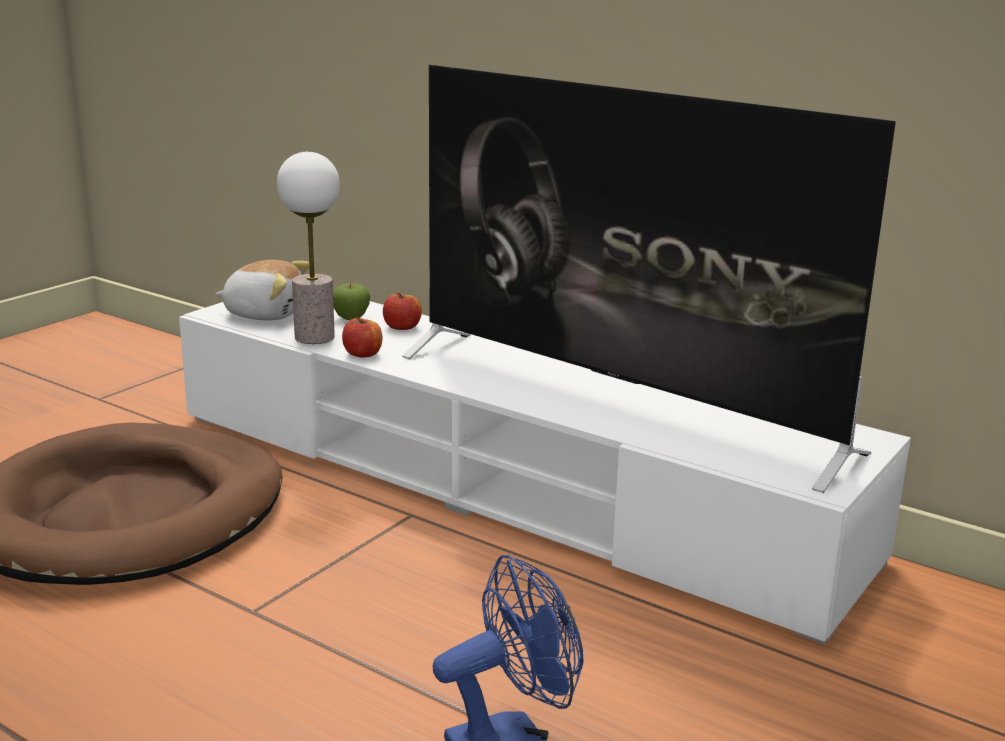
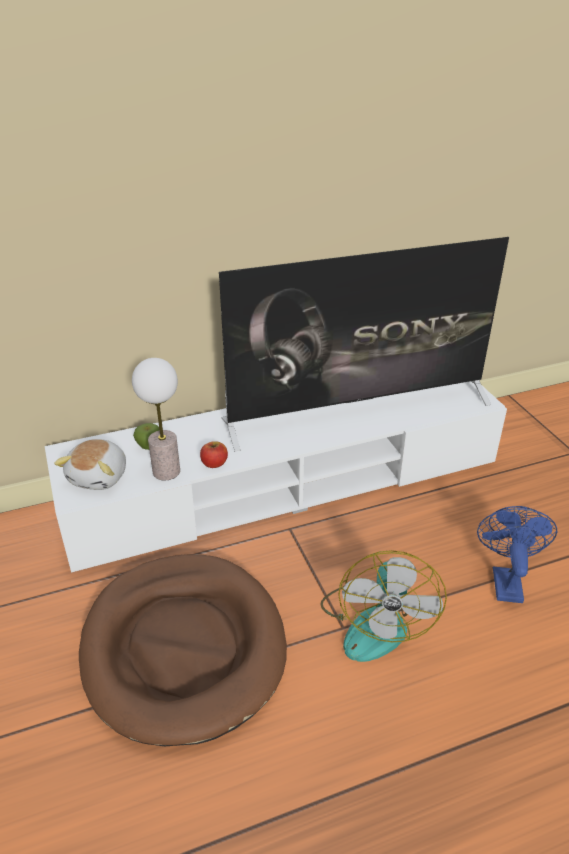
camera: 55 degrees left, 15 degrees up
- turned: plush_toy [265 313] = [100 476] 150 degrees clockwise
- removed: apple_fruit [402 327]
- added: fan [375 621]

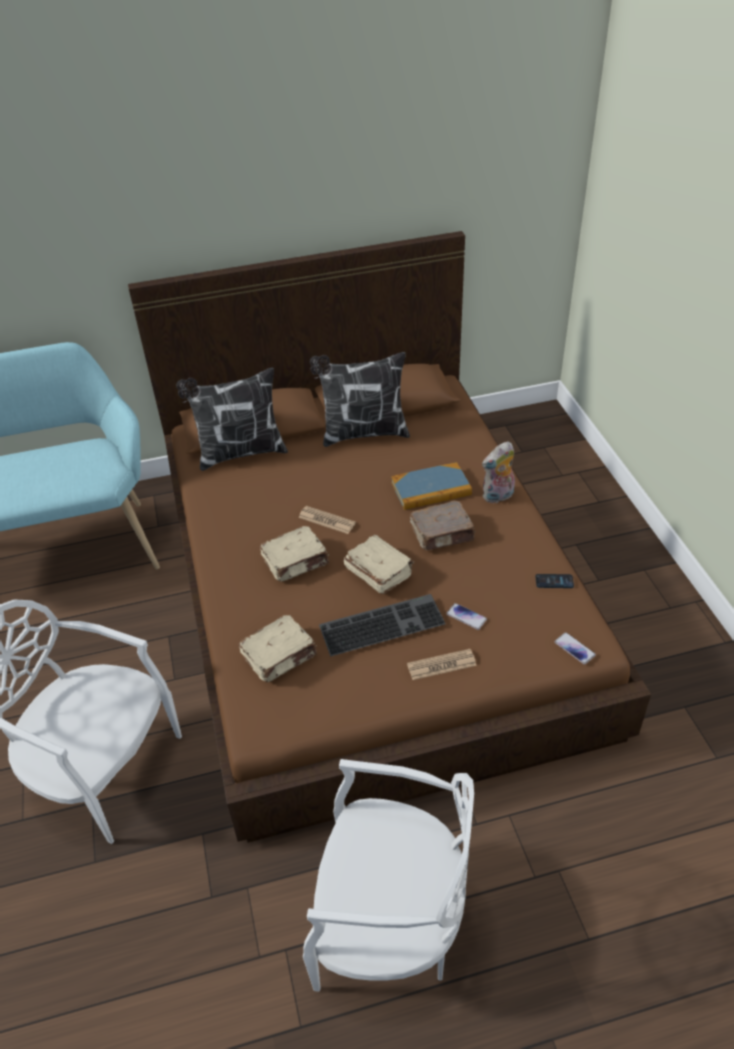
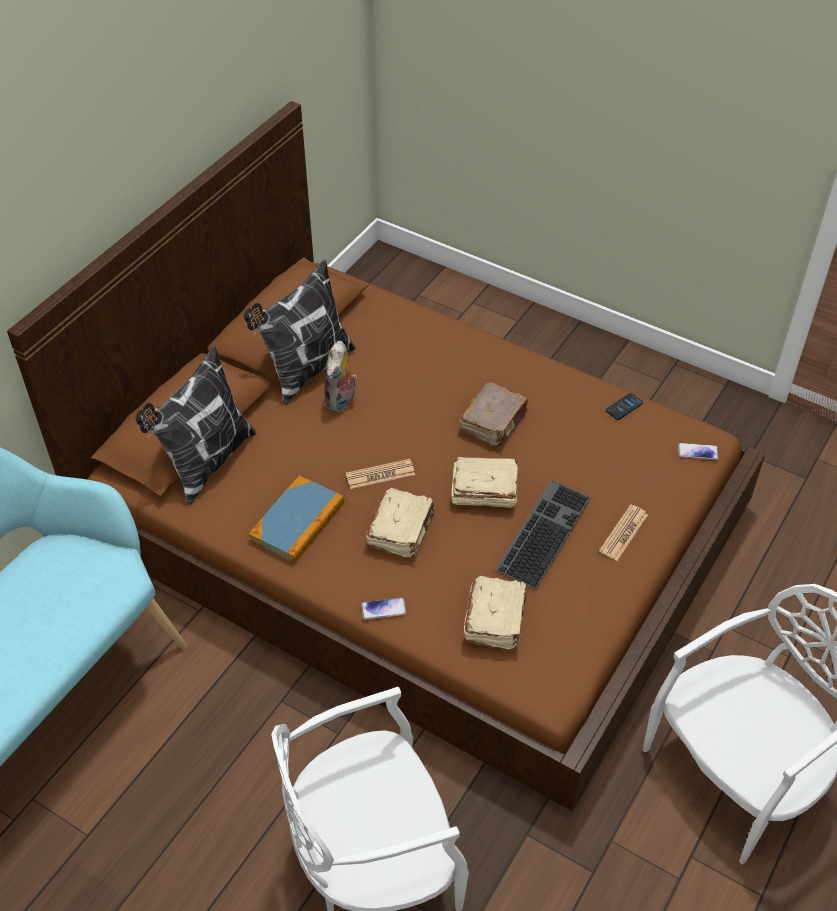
camera: 45 degrees left, 5 degrees up
- moved: plush_toy [498 496] to [341 401]
- moved: bound_book [431 489] to [297 522]
- moved: handset [466 617] to [383 609]

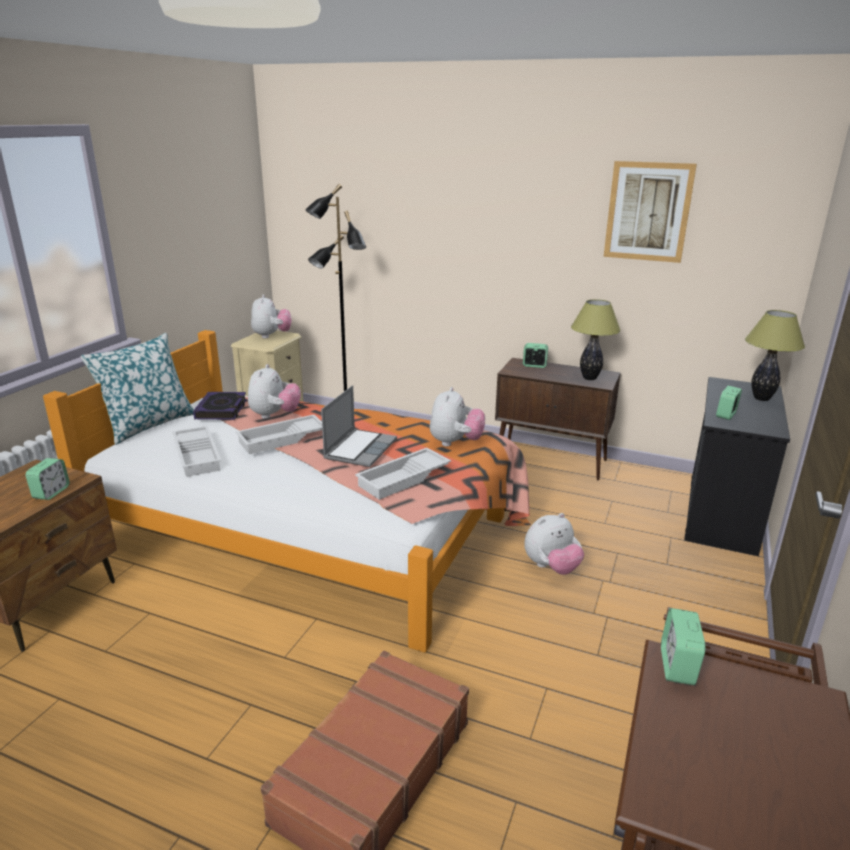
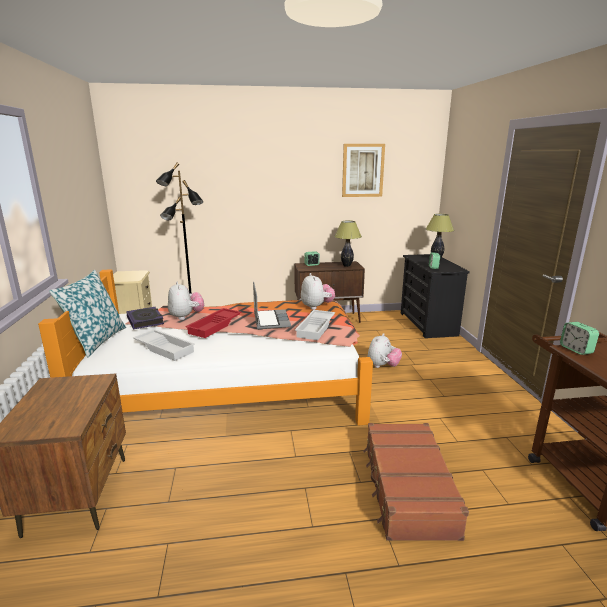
camera: 30 degrees left, 5 degrees down
- removed: plush_toy [271 336]
- recoloured: whitish_serving_tray [282 439] to red_serving_tray [215 326]
- removed: table_clock [51 492]

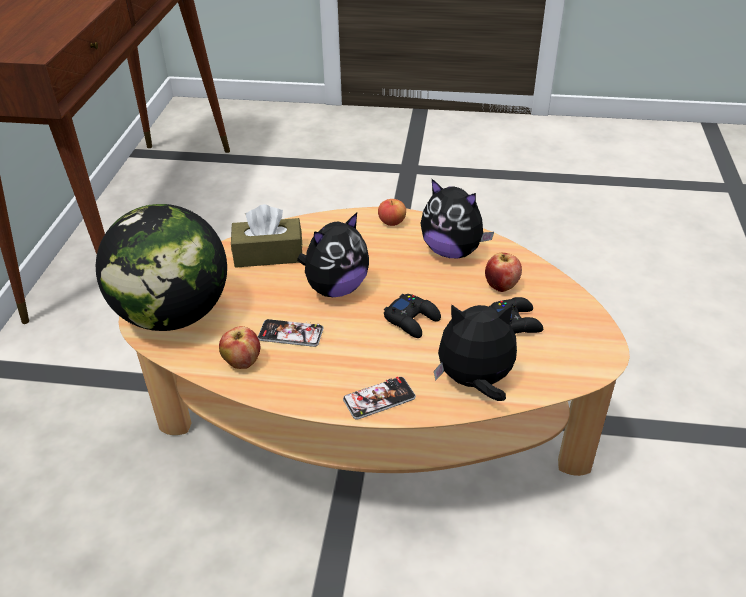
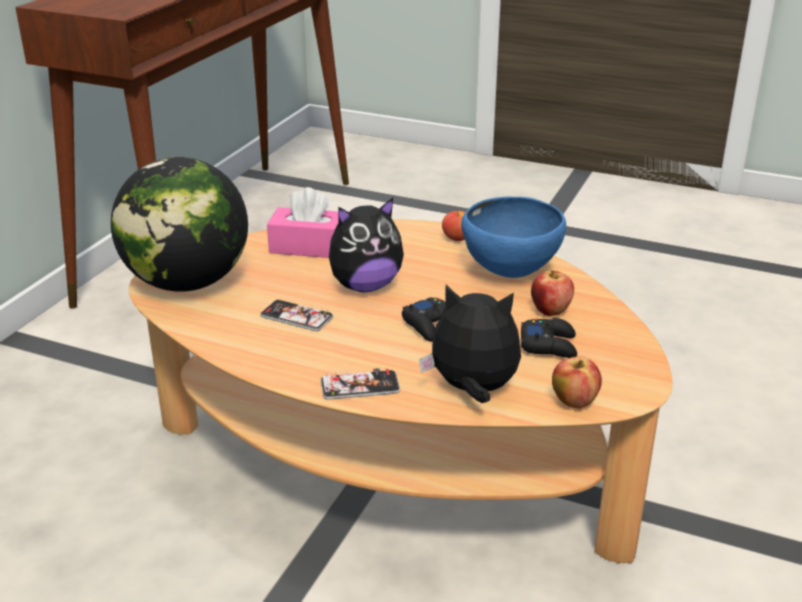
camera: 15 degrees right, 10 degrees down
- replaced: plush_toy [452 251] to blue-coloured_serving_bowl [511 272]
- recoloured: brownish_box_of_tissues [268 254] to pinkish_box_of_tissues [310 247]
- moved: apple_fruit [242 362] to [574 402]

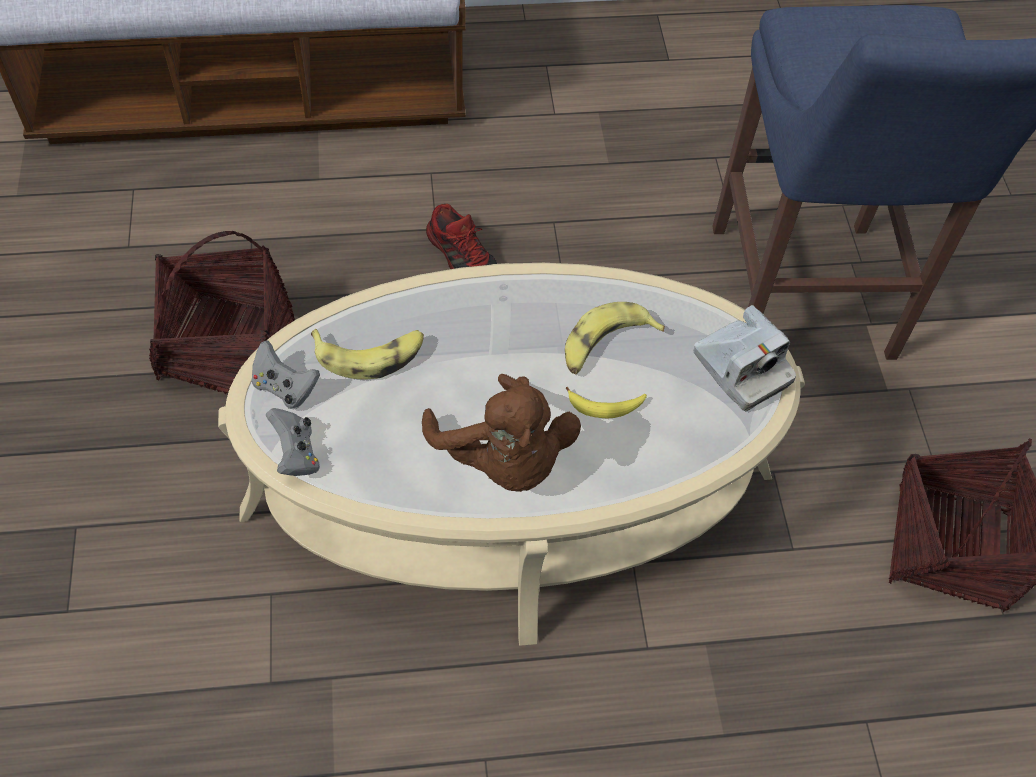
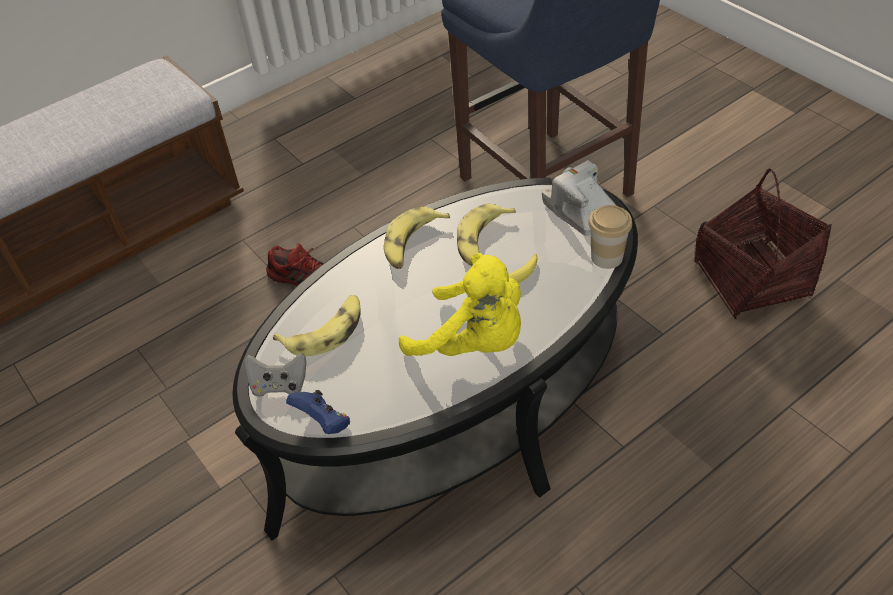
camera: 25 degrees left, 10 degrees down
- removed: household_basket [228 349]
- recoloured: sand-coloured_lounge_table [511 493] to blackish_lounge_table [456 406]
- turned: photo_camera [740 369] = [580 210] 150 degrees counterclockwise
- recoloured: brownish_plush_toy [503 458] to yellowish_plush_toy [473 343]
- recoloured: greyish_joypad [296 454] to blue-coloured_joypad [323 422]
- added: cup [606 257]
- added: whole_banana [412 244]

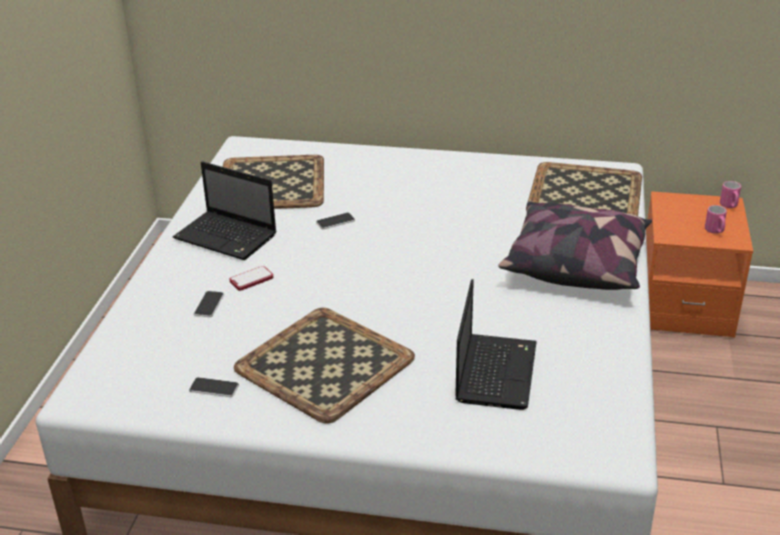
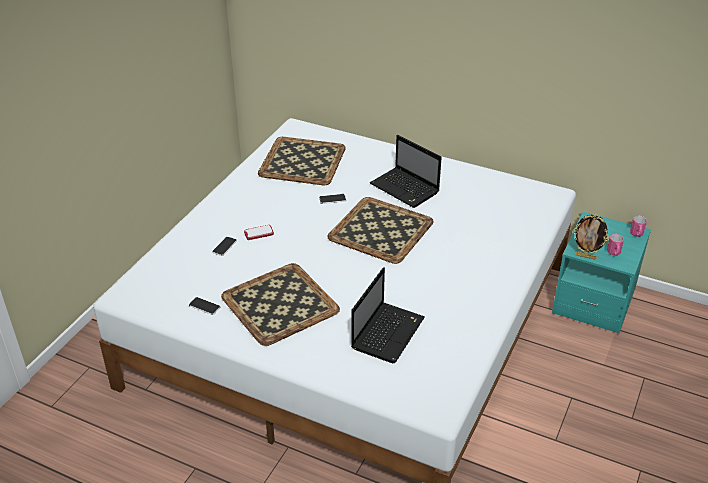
camera: 15 degrees right, 5 degrees up
- moved: portable_computer [227 237] to [406 189]
- moved: serving_tray [586 195] to [381 231]
- recoloured: orange-coloured_nightstand [684 305] to turquoise-coloured_nightstand [594 301]
- removed: cushion [575 263]
- added: picture_frame [586 256]

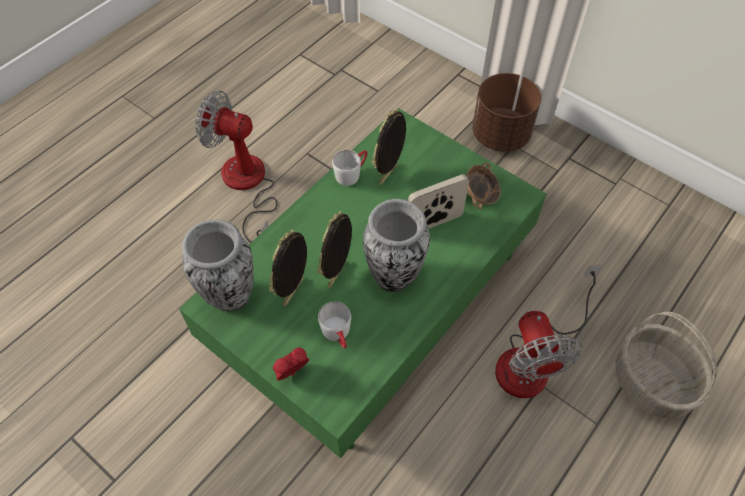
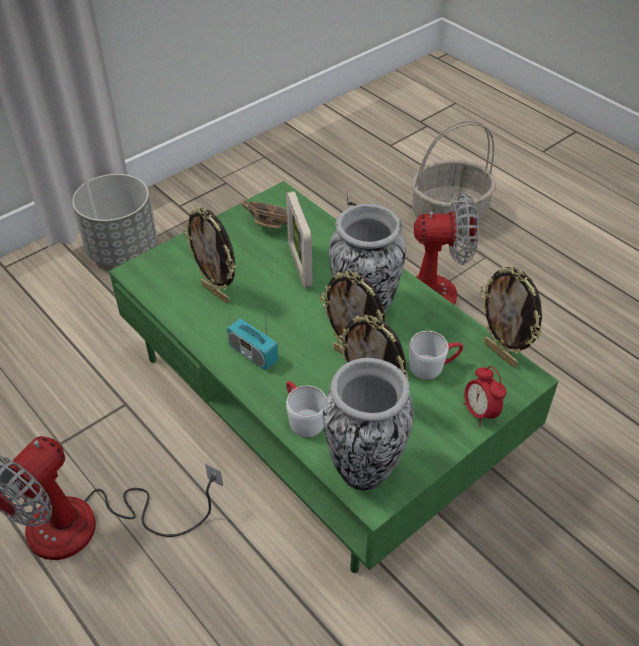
camera: 80 degrees left, 10 degrees down
- recoloured: brownish_flower_pot [500 135] to greyish_flower_pot [122 250]
- moved: whitish_coffee_mug [351 173] to [302 417]
- added: picture_frame [501 354]
- added: radio [253 354]

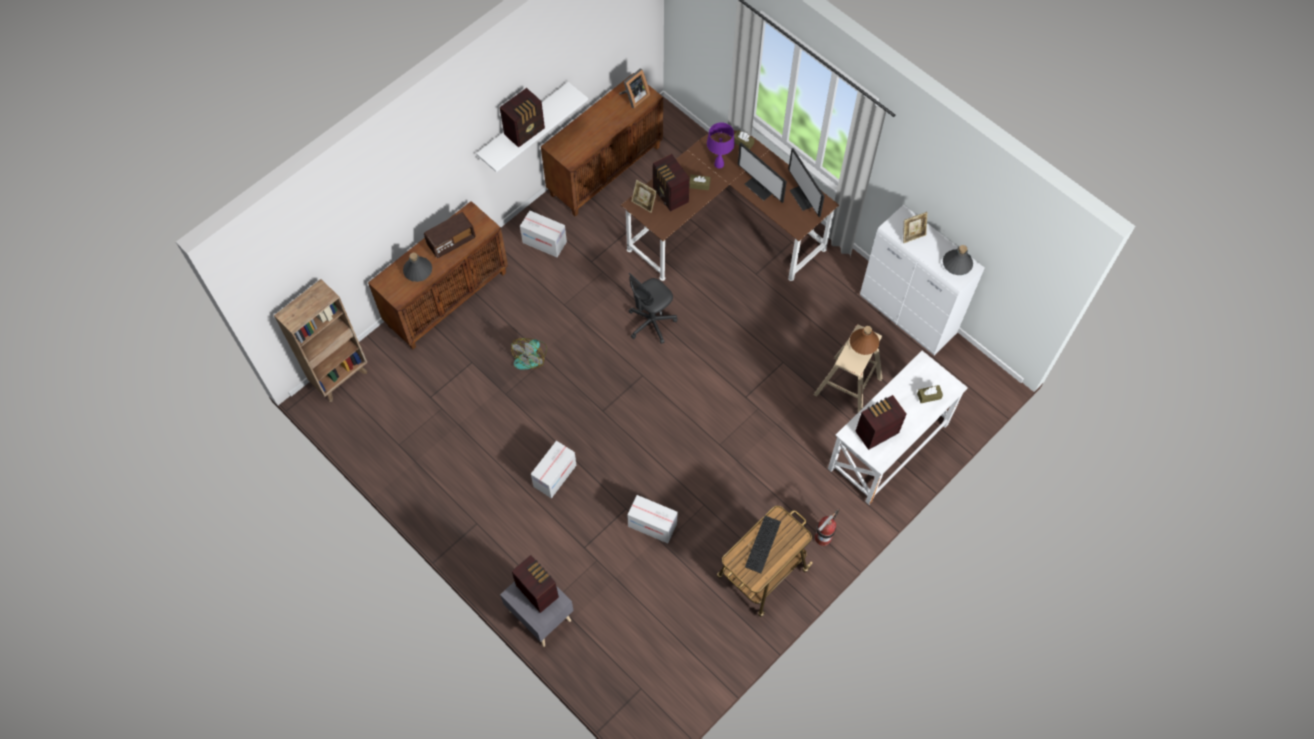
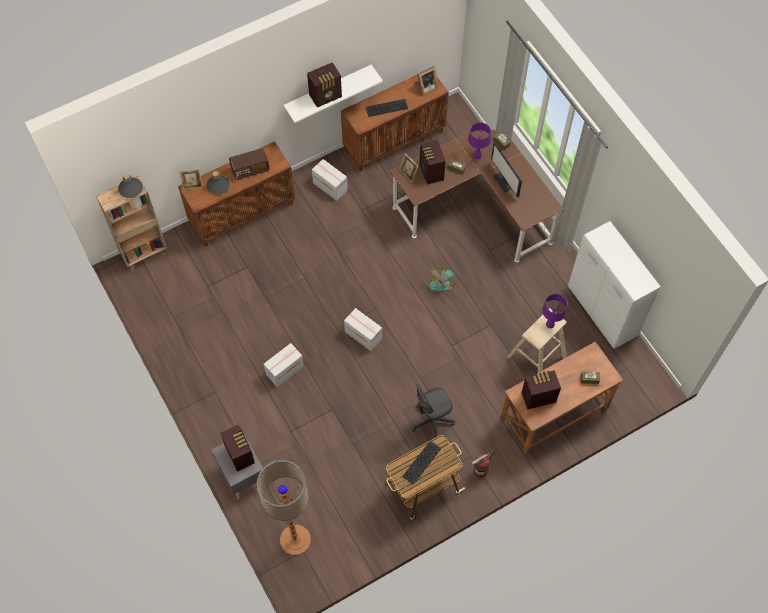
camera: 15 degrees right, 0 degrees up
- removed: computer_display [804 197]
- moved: picture_frame [912 235] to [192 185]
- moved: greyish_beverage_bottle [957 263] to [130 189]
- moved: greyish_computer_chair [651 323] to [432 421]
- replaced: brownish_beverage_bottle [863 343] to purplish_tabletop_lamp [550 324]
- moved: fan [531 356] to [444 282]
- recoloured: whitish_desk [888 447] to brownish_desk [554 413]
- moved: packing_box [652 525] to [363 335]
- added: PC_keyboard [387 107]
- added: floor_lamp [295 540]

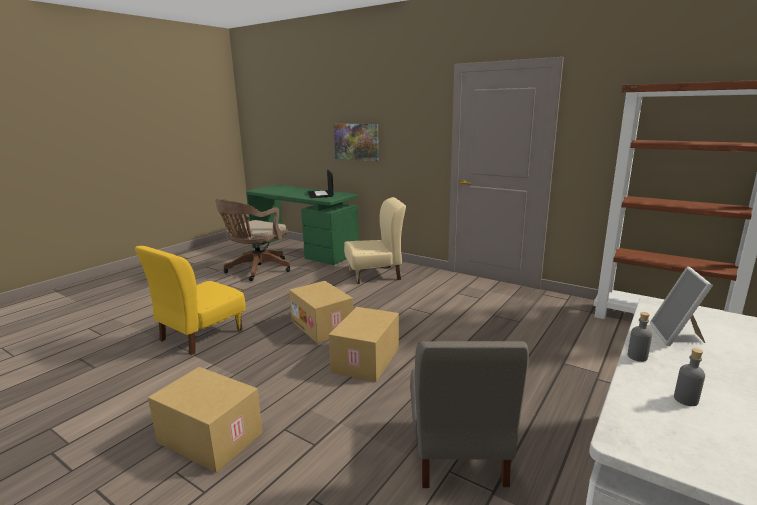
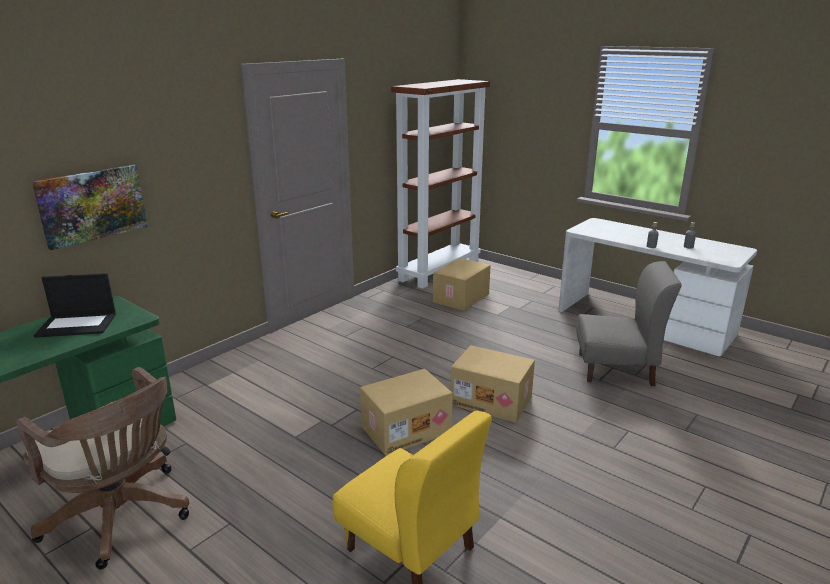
camera: 85 degrees left, 5 degrees up
- removed: sand-coloured_chair [375 275]
- removed: picture_frame [676 336]
- moved: packing_box [208 438] to [461 298]

